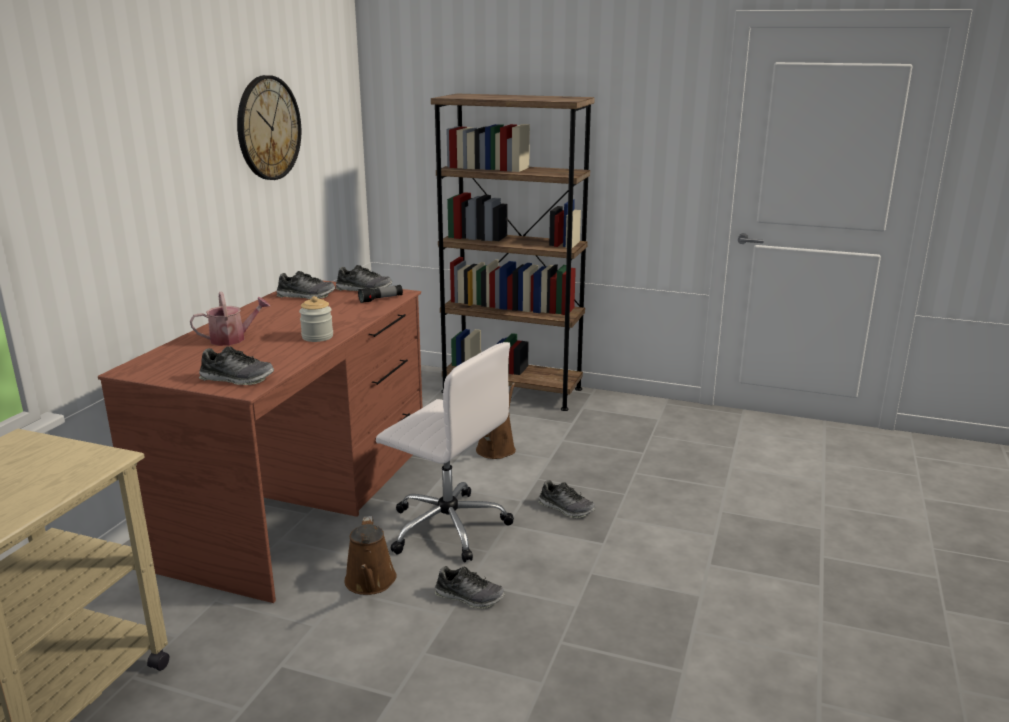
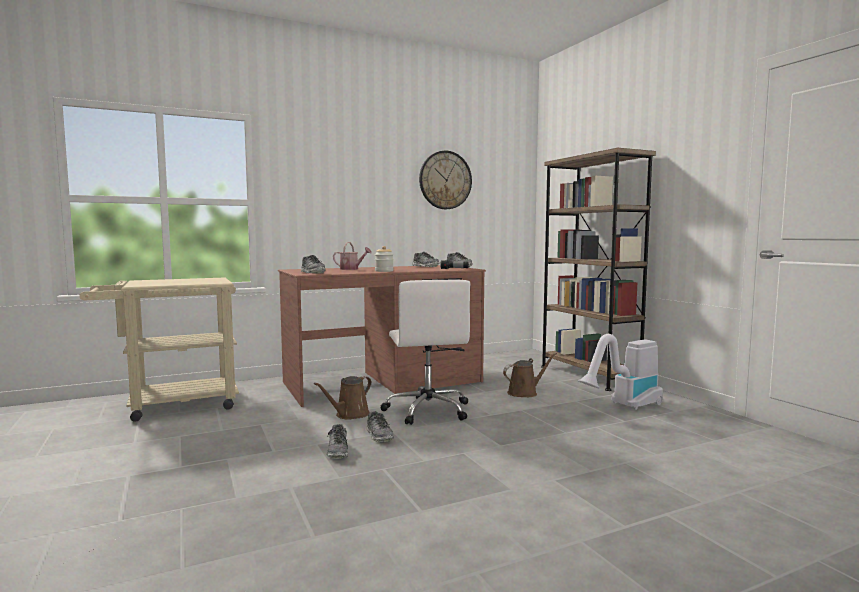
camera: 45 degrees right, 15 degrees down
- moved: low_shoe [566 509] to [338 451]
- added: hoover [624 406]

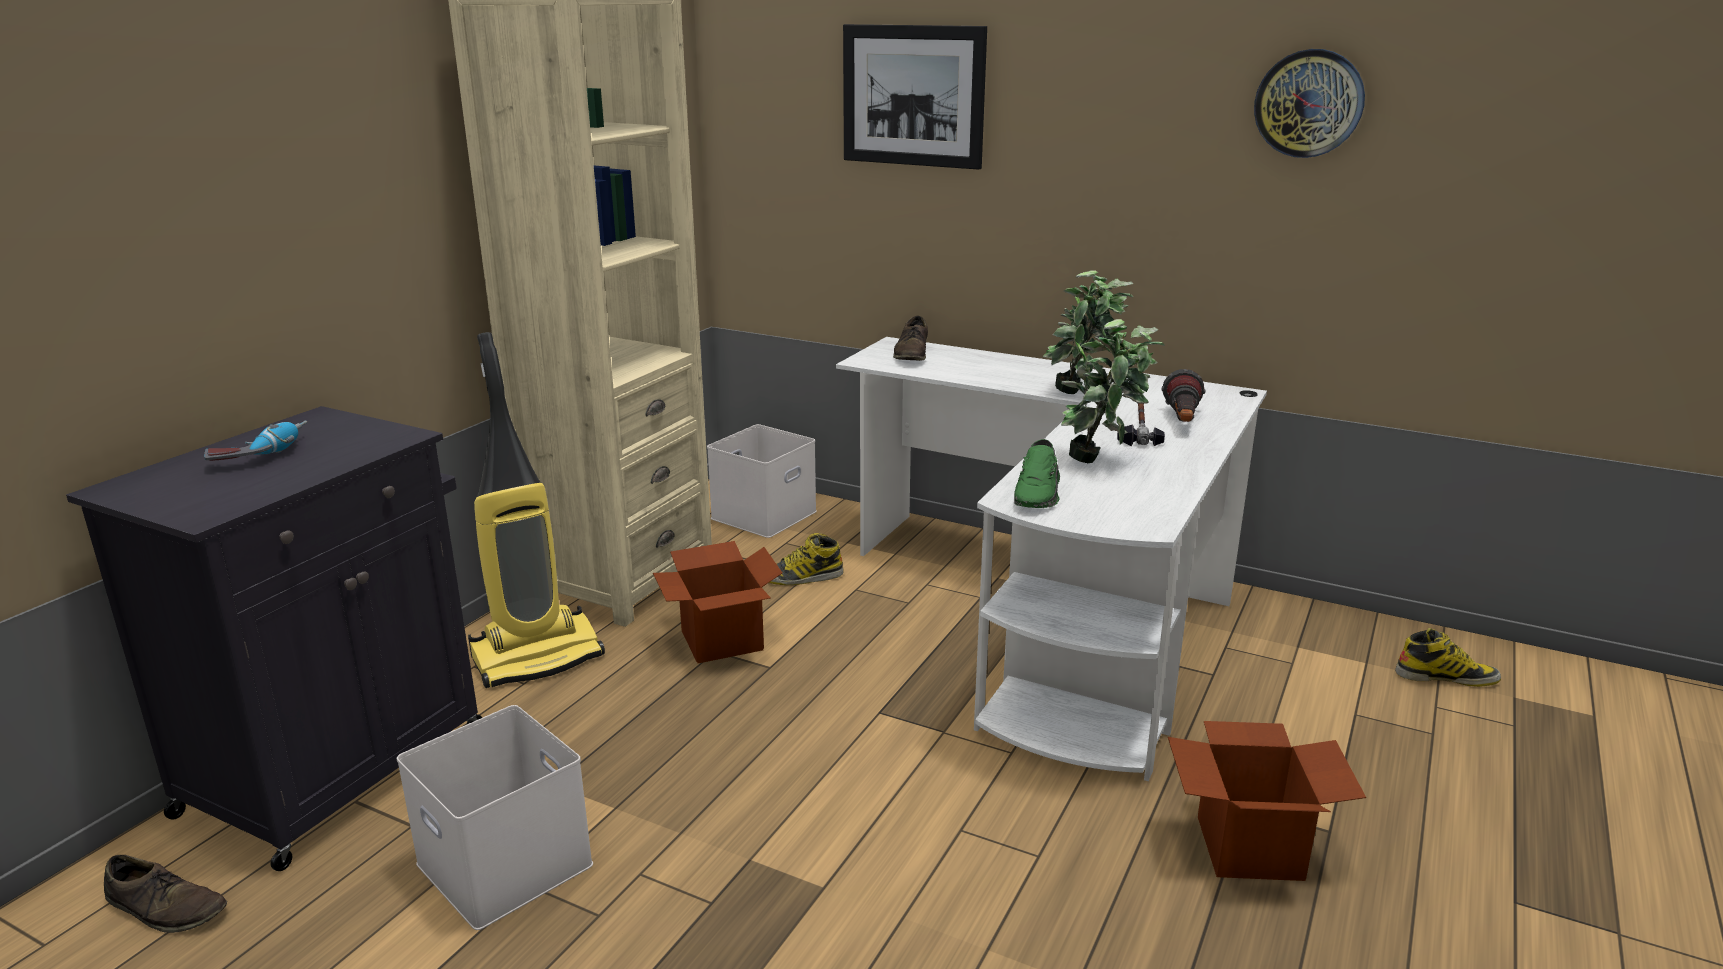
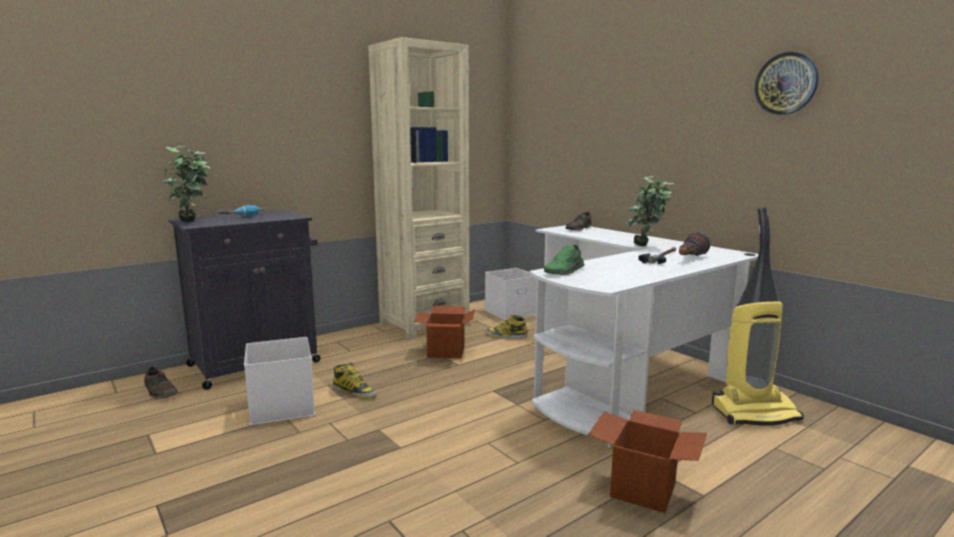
camera: 25 degrees right, 10 degrees down
- removed: wall_art [913 96]
- moved: plant_in_a_pot [1102 462] to [192 222]
- moved: hoover [538 656] to [755 413]
- moved: high-top_boot [1446 677] to [355 392]

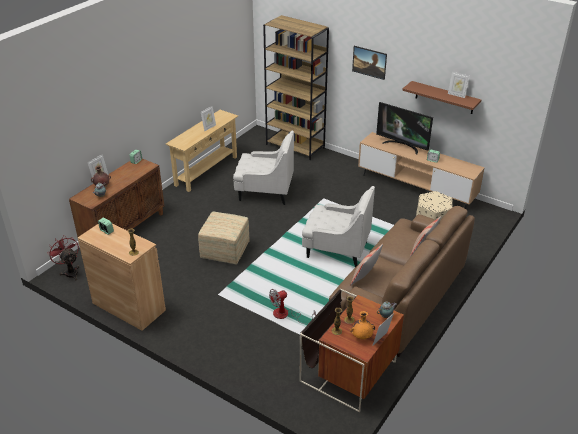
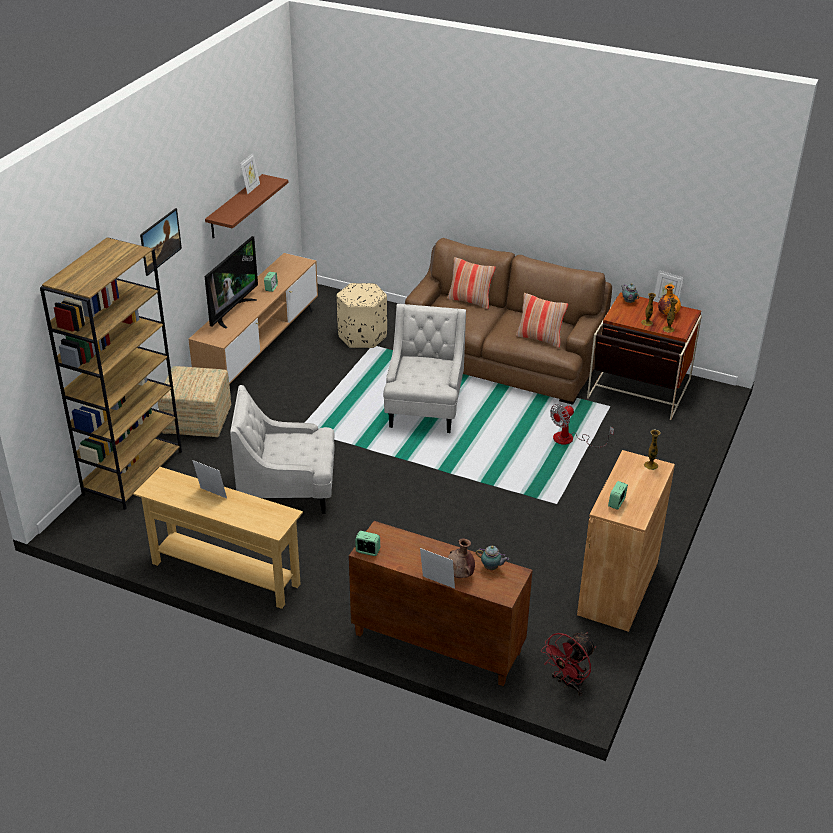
camera: 100 degrees left, 0 degrees up
- turned: whitish_easy_chair [264 192] = [288 492] 90 degrees counterclockwise
- moved: pouffe [225 251] to [198 421]
- turned: fan [286 315] = [571 440] 90 degrees clockwise

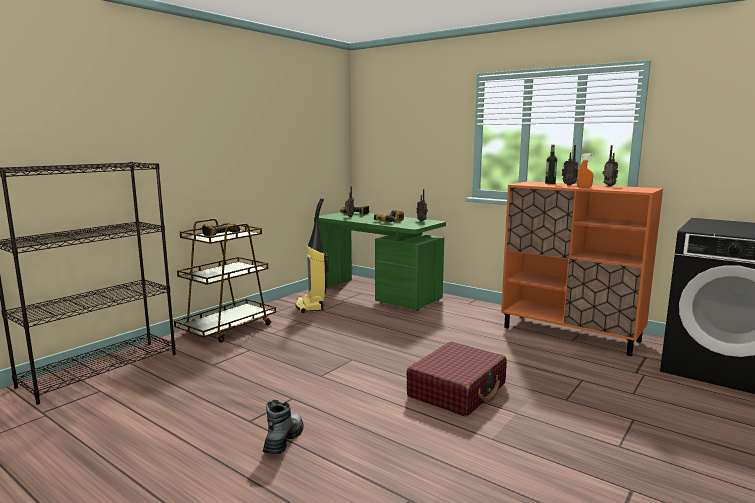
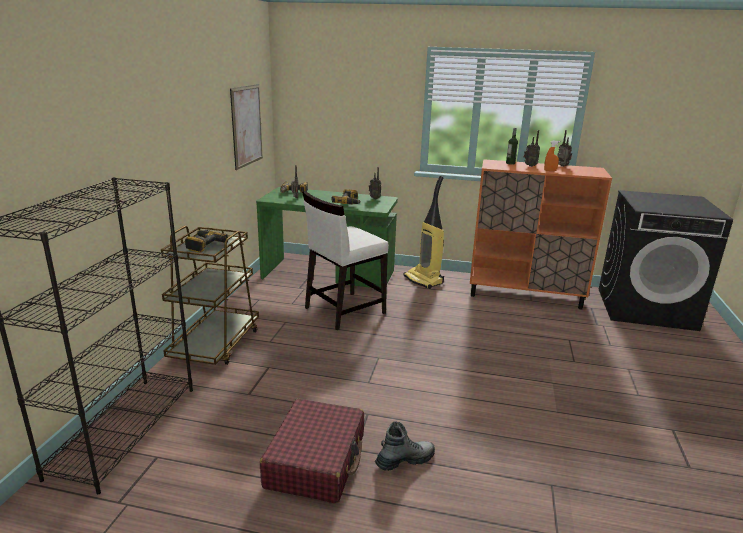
camera: 25 degrees left, 10 degrees up
- moved: hoover [311 306] to [424 280]
- moved: red_travel_case [457 390] to [316 461]
- turned: high-top_boot [283 440] = [405 460] 75 degrees clockwise
- added: wall_art [247 126]
- added: whitish_chair [344 310]

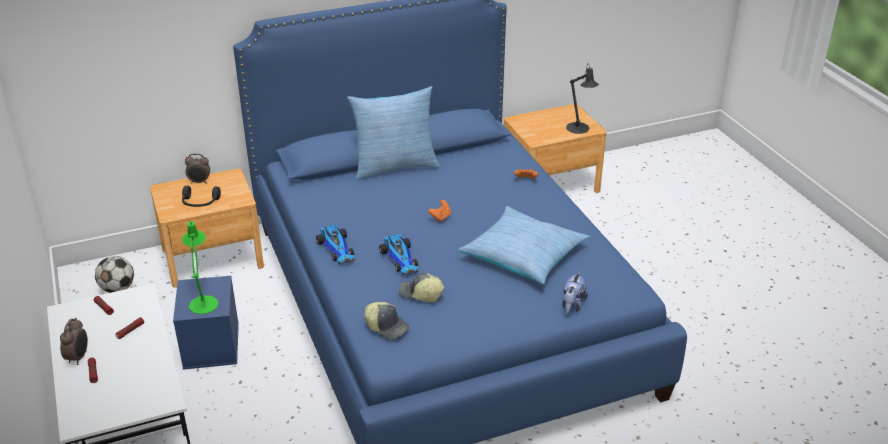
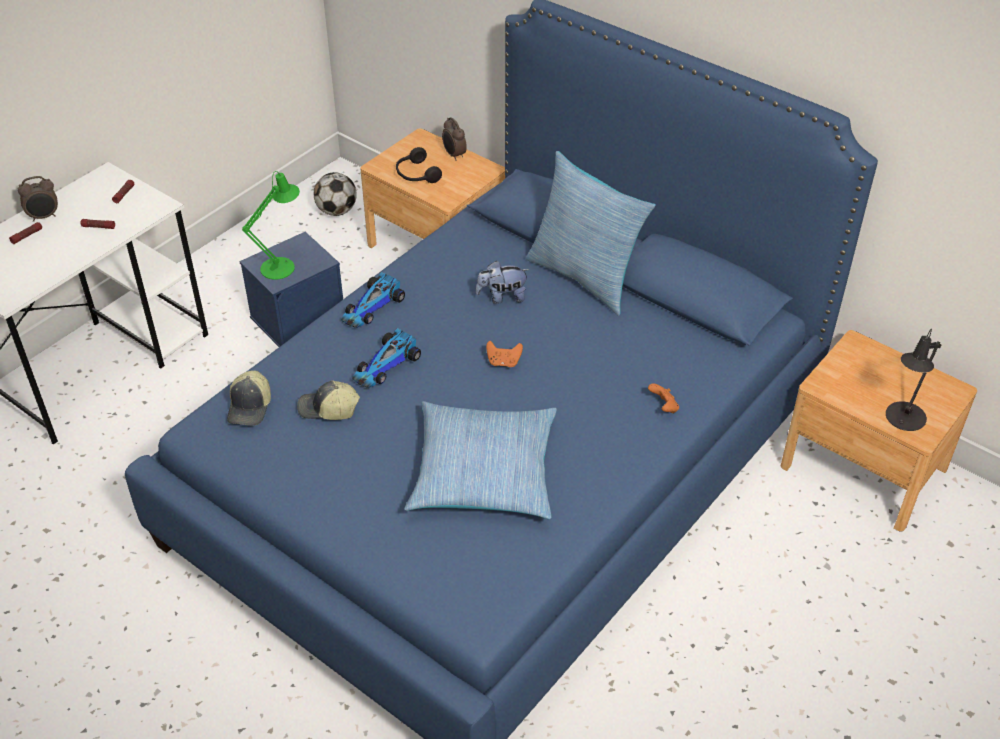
camera: 60 degrees right, 10 degrees up
- moved: plush_toy [572 305] to [502 297]
- turned: baseball_cap [420 294] = [328 409] 75 degrees counterclockwise

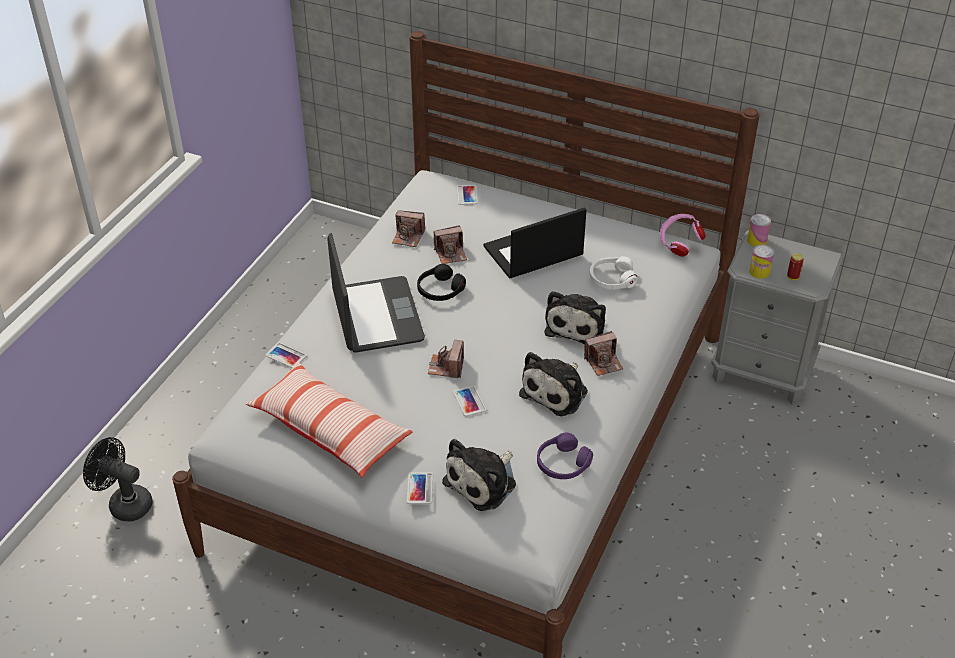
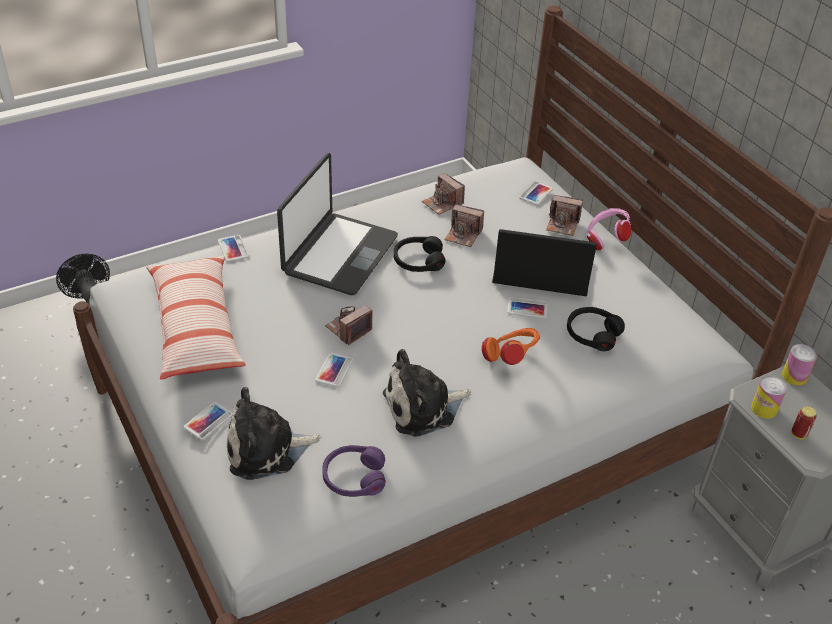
camera: 35 degrees right, 0 degrees up
- moved: pinkish_pair_of_headphones [679 245] to [605 240]
- recoloured: whitish_pair_of_headphones [612 279] to blackish_pair_of_headphones [592 334]
- replaced: plush_toy [577 325] to orange-coloured_pair_of_headphones [510 357]
- moved: photo_camera [603 362] to [562 224]
- added: handset [527 308]

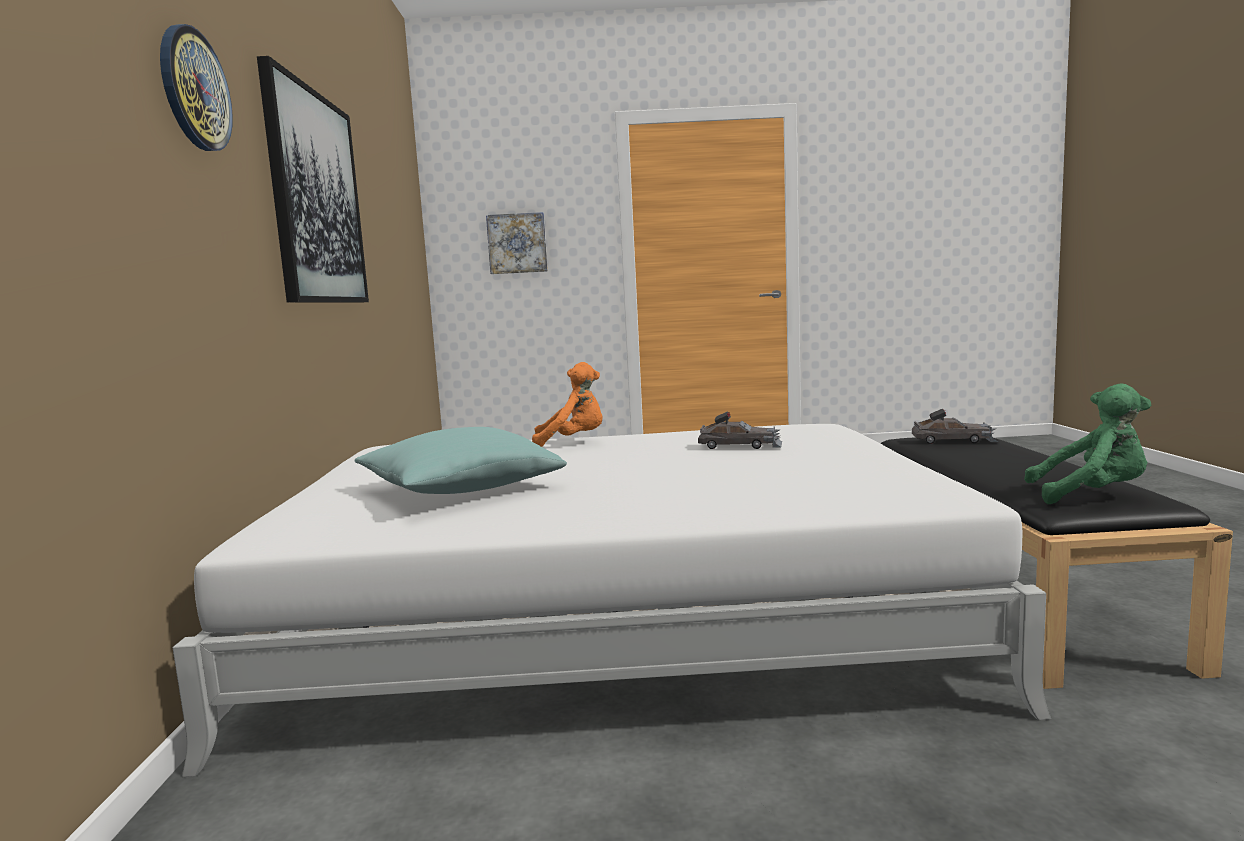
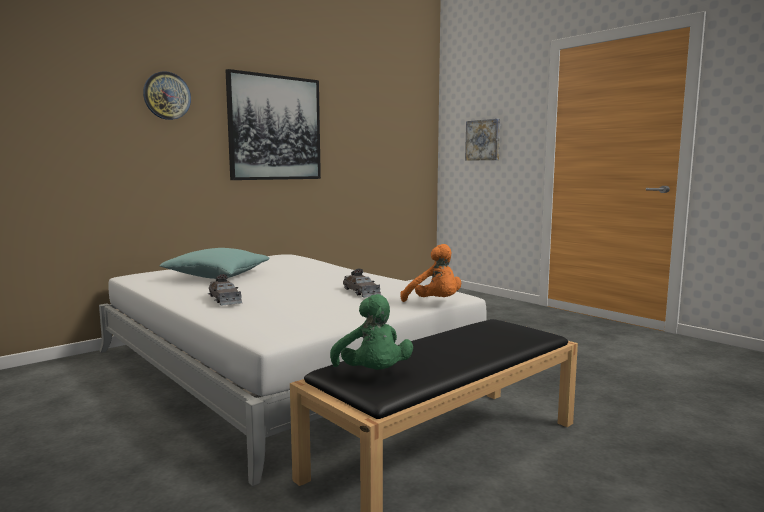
camera: 50 degrees right, 0 degrees up
- moved: orange-coloured_plush_toy [572 442] to [435 303]
- moved: greyish_model_car [953 440] to [225 299]

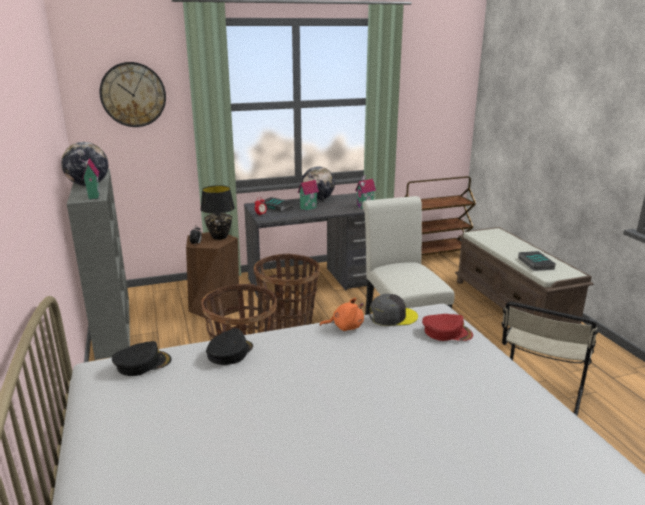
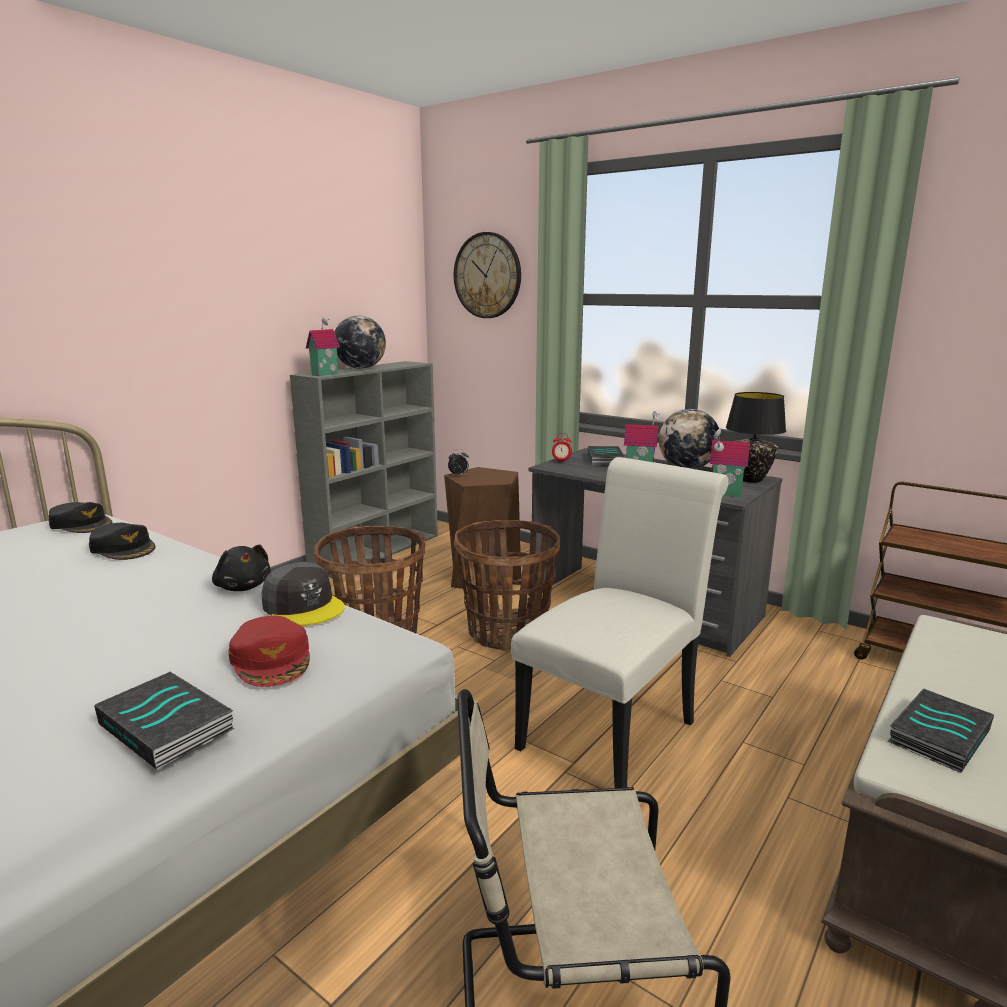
camera: 55 degrees right, 5 degrees down
- moved: blackish_tabletop_lamp [219 237] to [749 479]
- recoloured: orange-coloured_plush_toy [345 327] to blackish_plush_toy [243 587]
- turned: blackish_baseball_cap [229 352] = [123 548] 45 degrees clockwise
- added: bound_book [169 726]

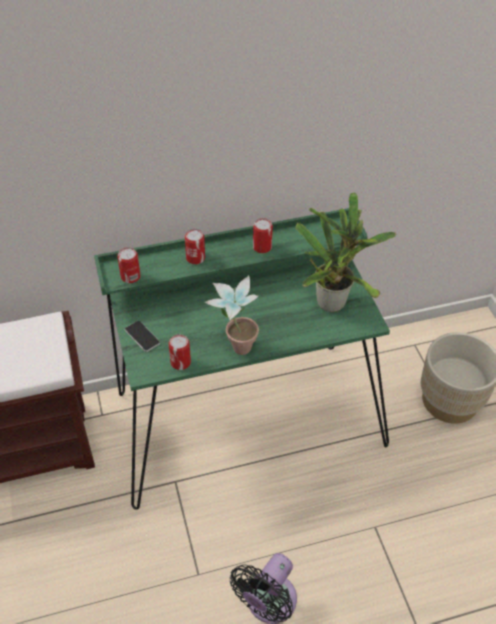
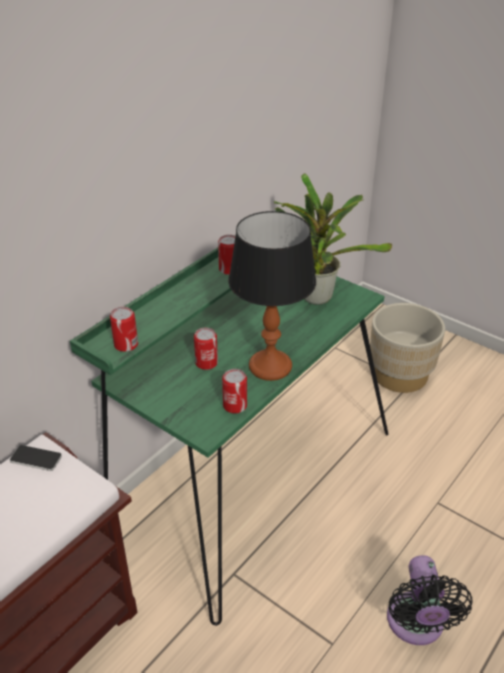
camera: 35 degrees left, 10 degrees down
- moved: sealed_can [195 258] to [206 363]
- replaced: plant_in_a_pot [235 345] to tabletop_lamp [271 367]
- moved: handset [142 336] to [36 458]

